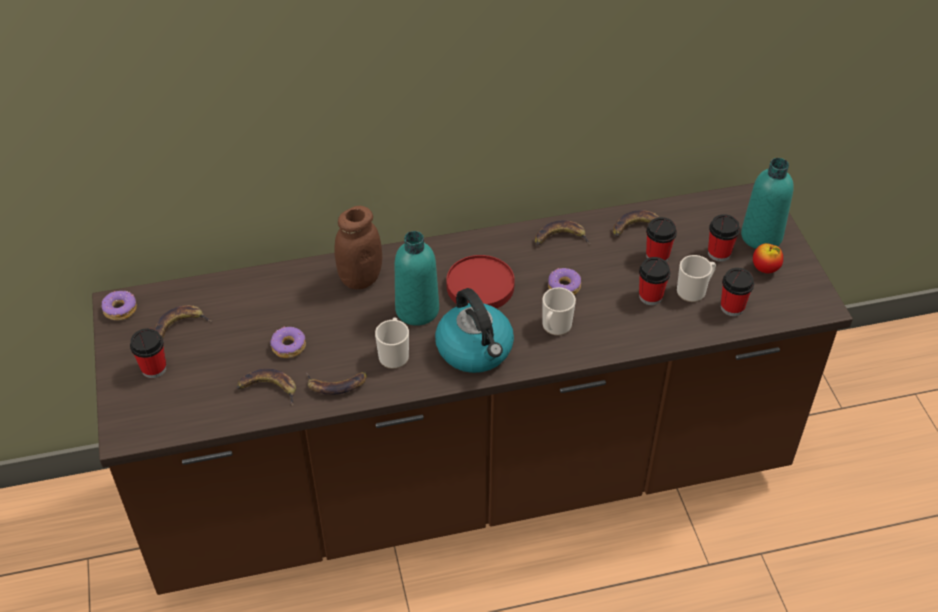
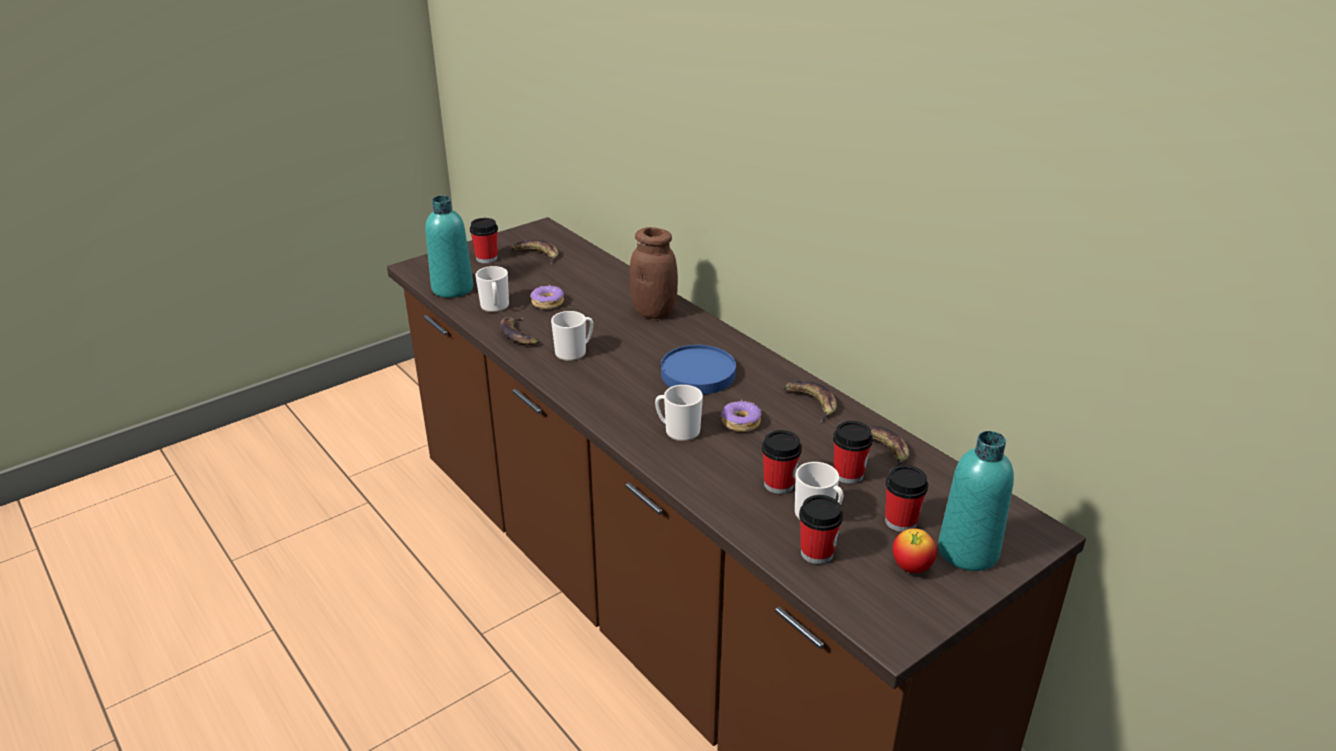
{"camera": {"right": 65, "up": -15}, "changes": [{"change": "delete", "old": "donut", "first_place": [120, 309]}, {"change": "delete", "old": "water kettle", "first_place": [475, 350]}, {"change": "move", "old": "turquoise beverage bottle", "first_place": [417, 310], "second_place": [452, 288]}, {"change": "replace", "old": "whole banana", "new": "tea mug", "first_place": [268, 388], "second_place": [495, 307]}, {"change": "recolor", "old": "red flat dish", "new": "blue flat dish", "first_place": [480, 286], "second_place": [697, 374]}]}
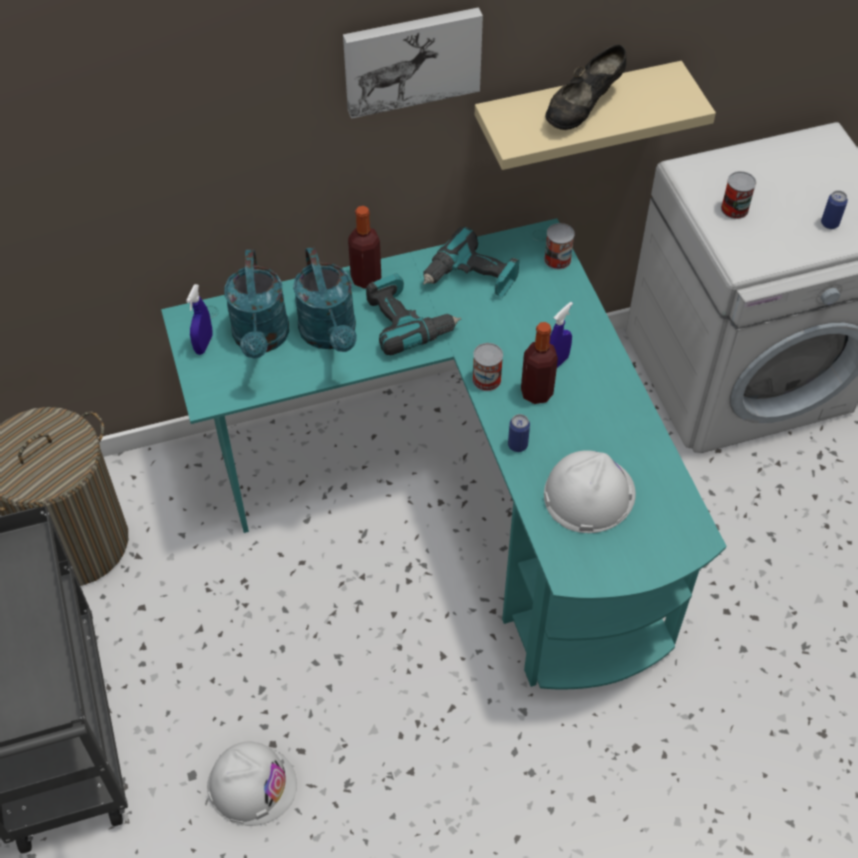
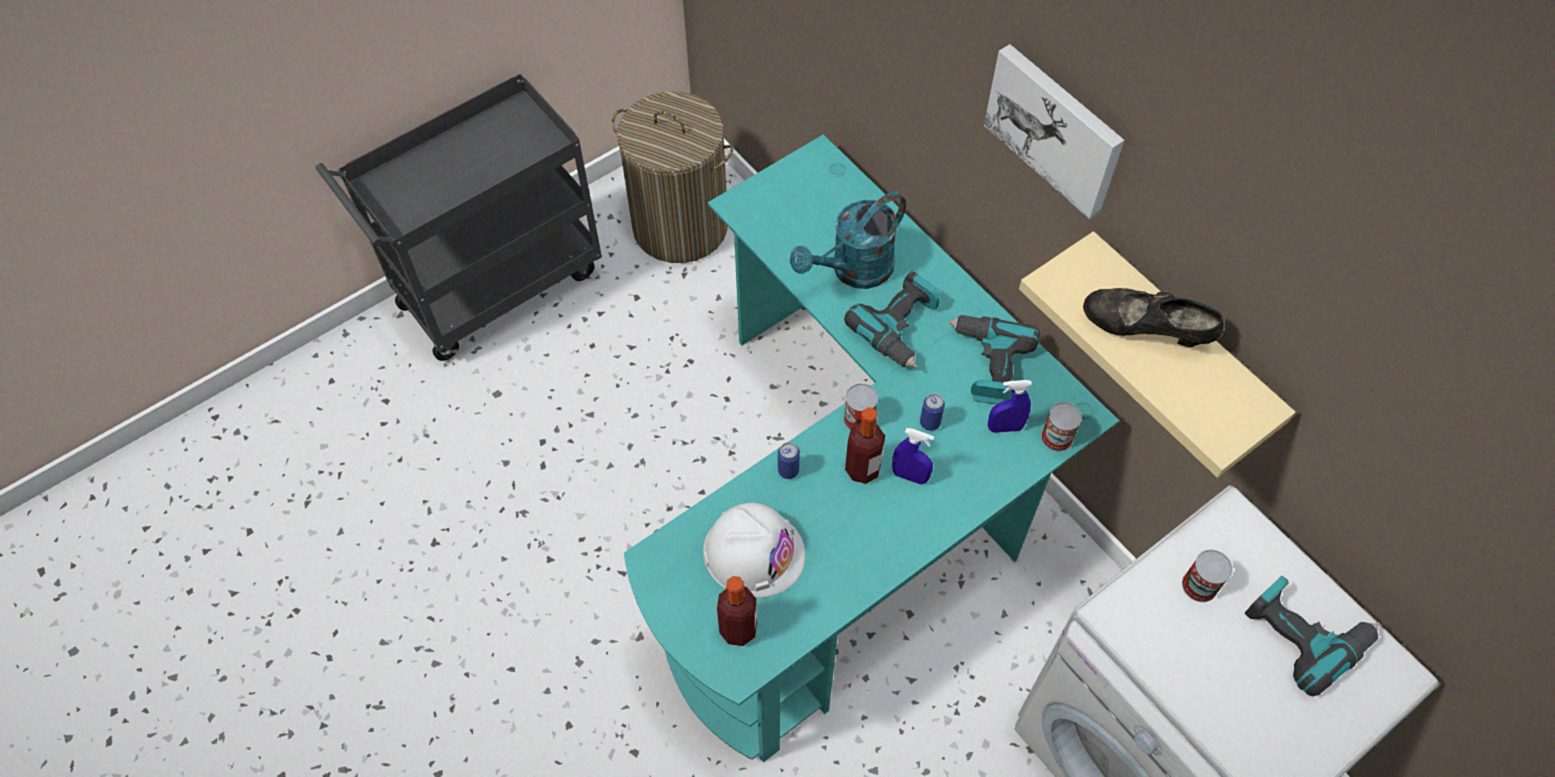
{"camera": {"right": 70, "up": 5}, "changes": [{"change": "delete", "old": "whitish work helmet", "first_place": [251, 784]}, {"change": "delete", "old": "turquoise watering can", "first_place": [261, 339]}, {"change": "insert", "new": "power drill", "second_place": [1304, 633]}, {"change": "move", "old": "blue hand sprayer", "first_place": [204, 344], "second_place": [1005, 427]}, {"change": "move", "old": "beverage bottle", "first_place": [366, 278], "second_place": [738, 629]}, {"change": "move", "old": "can", "first_place": [829, 223], "second_place": [930, 423]}]}
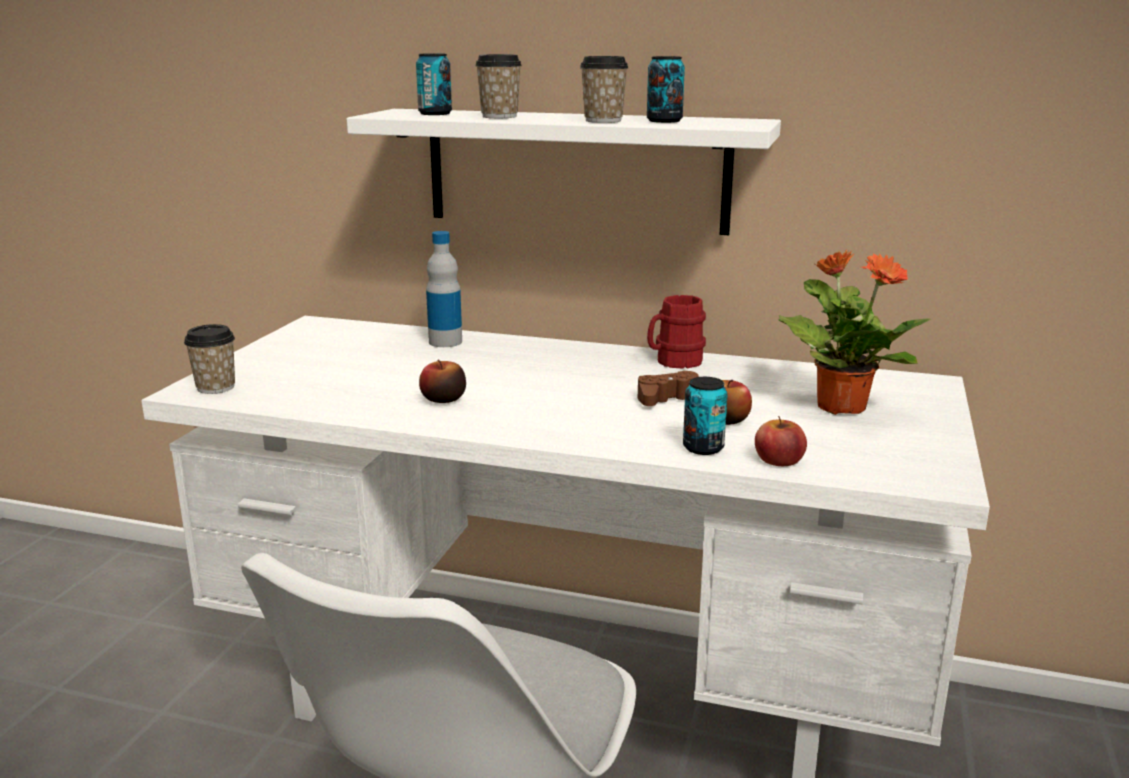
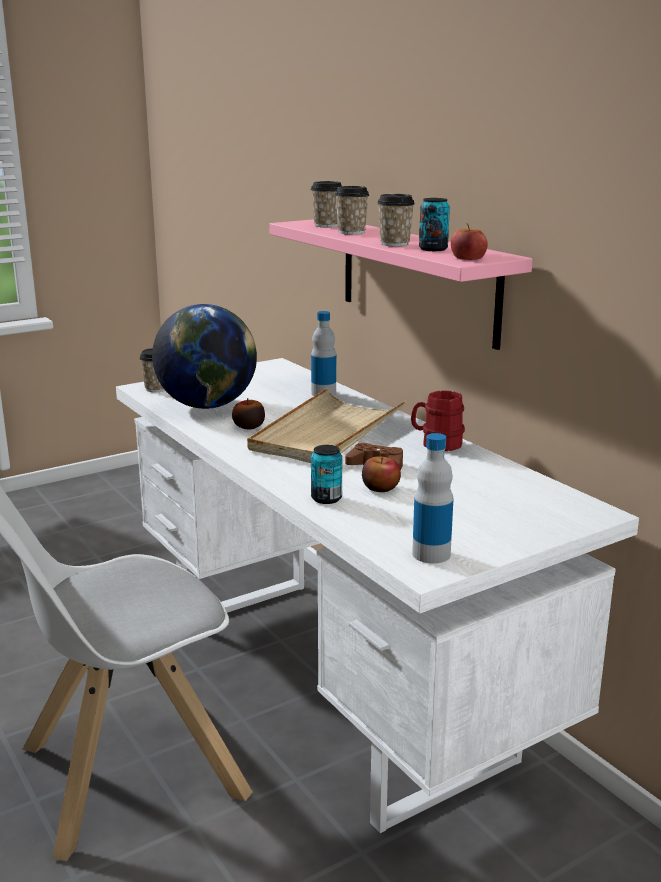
{"camera": {"right": 40, "up": 0}, "changes": [{"change": "delete", "old": "houseplant", "first_place": [840, 406]}, {"change": "insert", "new": "world globe", "second_place": [207, 406]}, {"change": "insert", "new": "beige-coloured serving tray", "second_place": [327, 432]}, {"change": "insert", "new": "beverage bottle", "second_place": [431, 554]}, {"change": "move", "old": "whole apple", "first_place": [779, 459], "second_place": [468, 258]}, {"change": "replace", "old": "can", "new": "cup", "first_place": [435, 113], "second_place": [327, 225]}, {"change": "recolor", "old": "whitish bracket shelf", "new": "pink-coloured bracket shelf", "first_place": [576, 170], "second_place": [417, 279]}]}
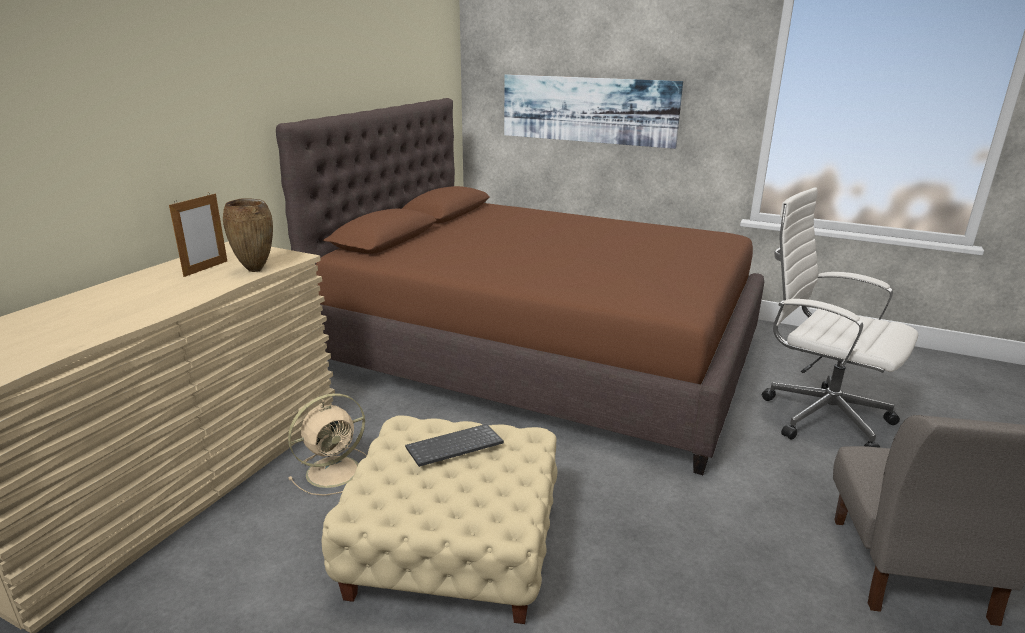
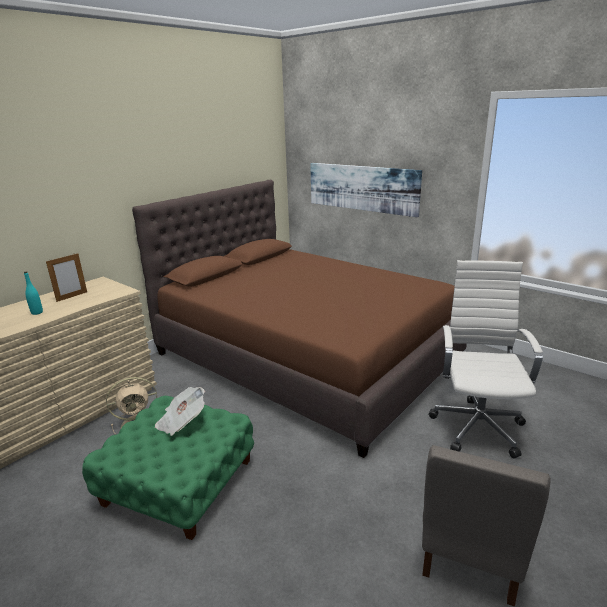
{"camera": {"right": 15, "up": 0}, "changes": [{"change": "delete", "old": "brownish decorative vase", "first_place": [256, 270]}, {"change": "insert", "new": "turquoise beverage bottle", "second_place": [37, 312]}, {"change": "replace", "old": "PC keyboard", "new": "daily paper", "first_place": [454, 448], "second_place": [182, 422]}, {"change": "recolor", "old": "beige-coloured footrest", "new": "greenish footrest", "first_place": [453, 546], "second_place": [179, 482]}, {"change": "rotate", "old": "whitish computer chair", "first_place": [819, 416], "second_place": [477, 425], "degrees": 45}]}
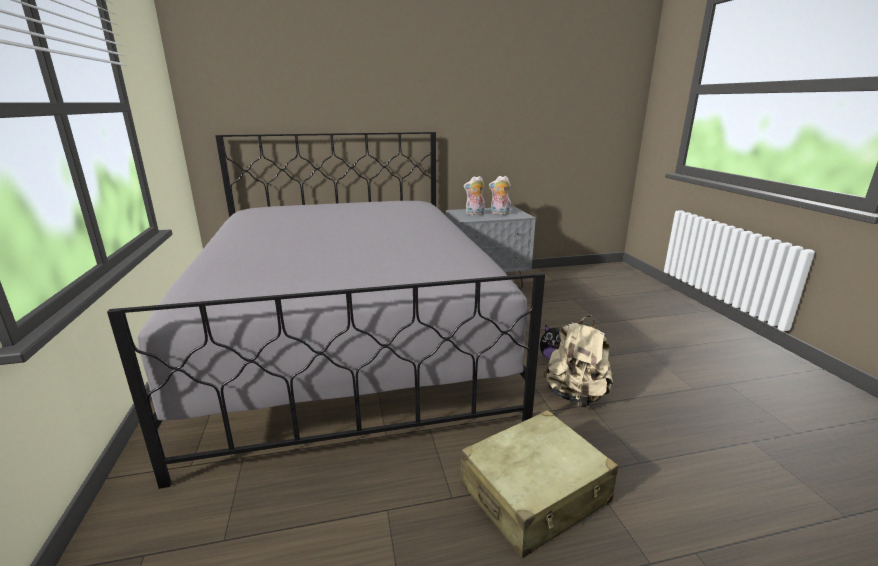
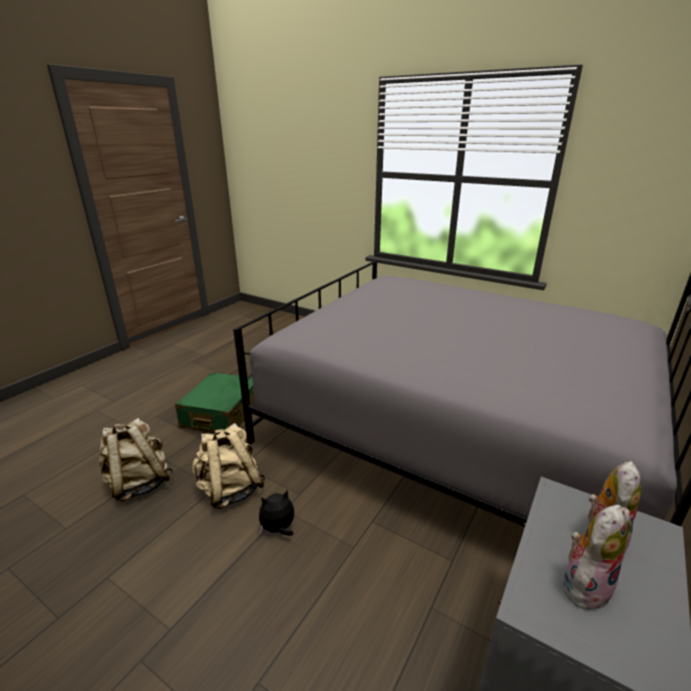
{"camera": {"right": 135, "up": 5}, "changes": [{"change": "insert", "new": "beige-coloured rucksack", "second_place": [139, 483]}, {"change": "recolor", "old": "beige-coloured suitcase", "new": "greenish suitcase", "first_place": [535, 494], "second_place": [222, 414]}]}
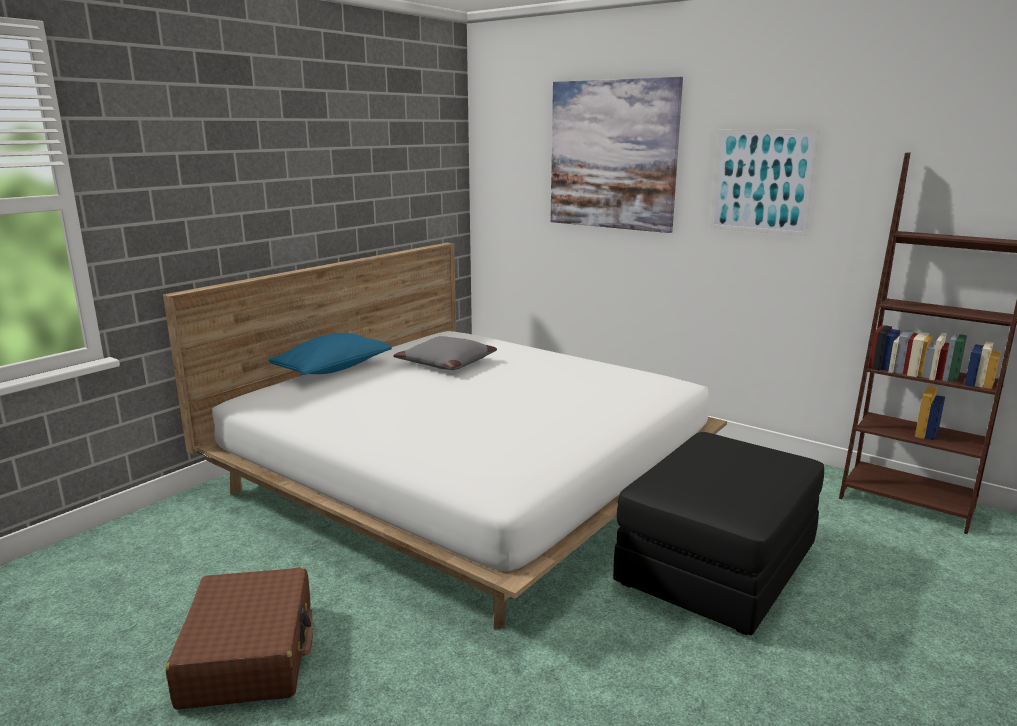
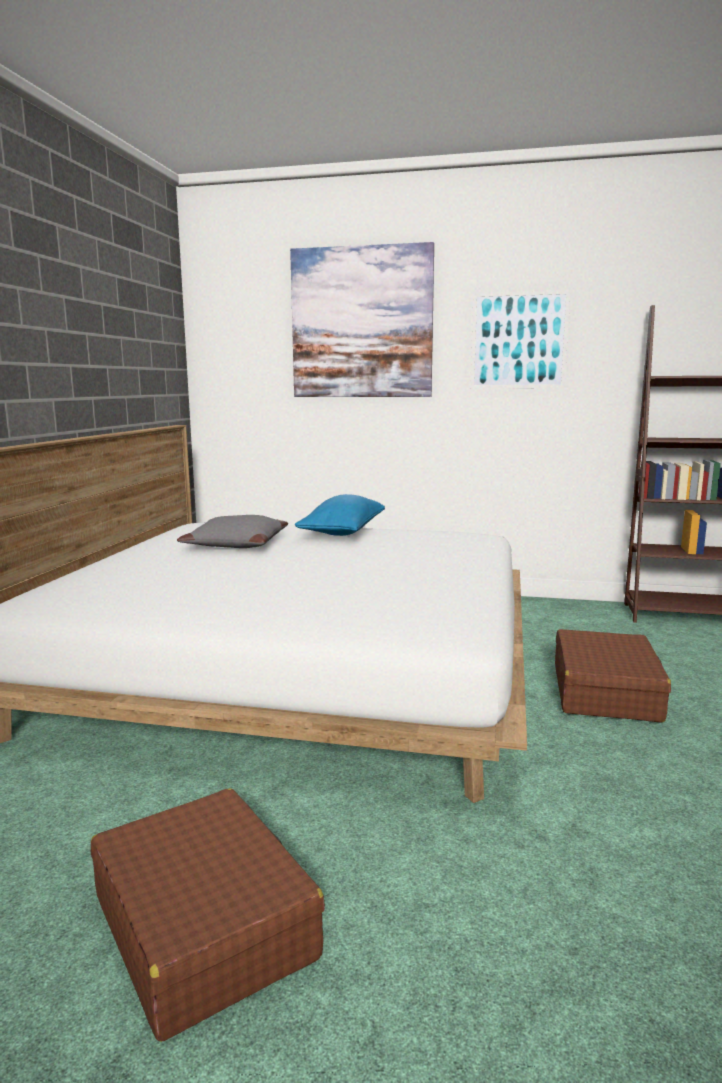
{"camera": {"right": -25, "up": -5}, "changes": [{"change": "move", "old": "blue pillow", "first_place": [333, 369], "second_place": [343, 532]}, {"change": "replace", "old": "black footrest", "new": "brownish suitcase", "first_place": [717, 565], "second_place": [605, 692]}]}
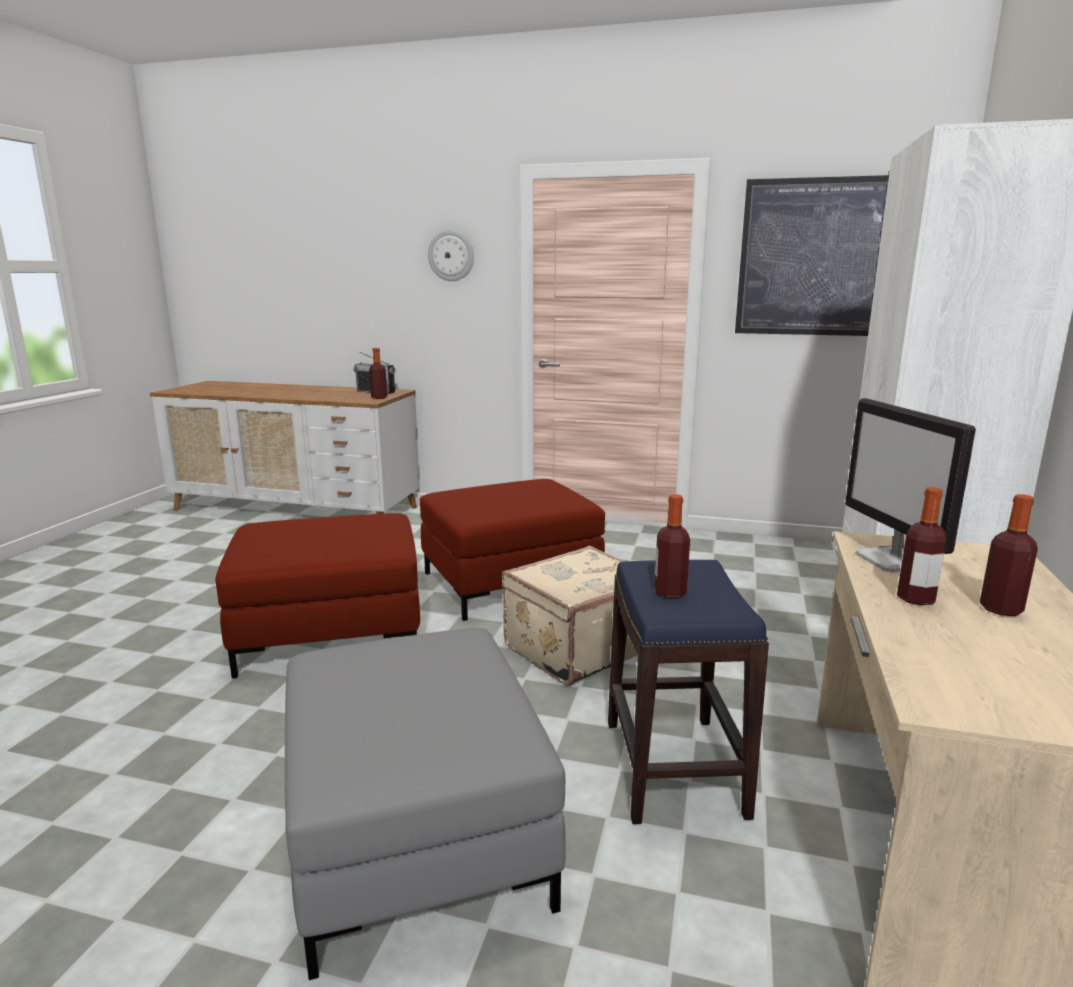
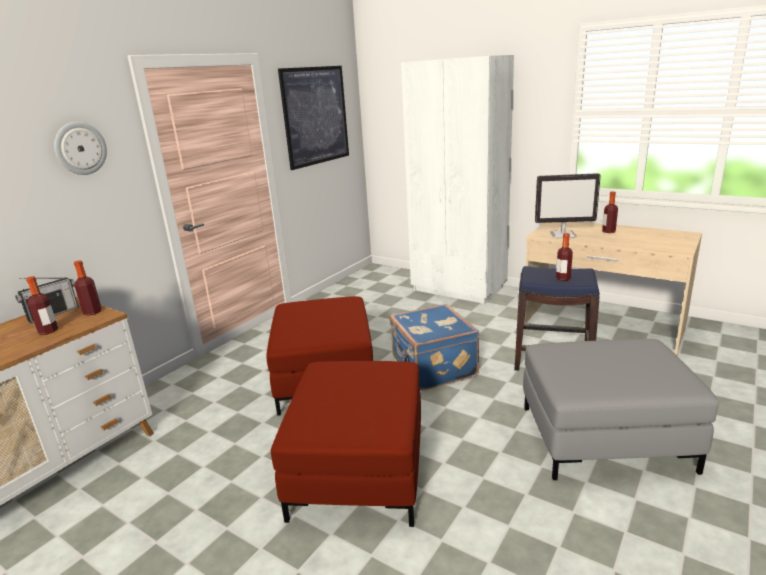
{"camera": {"right": -70, "up": 5}, "changes": [{"change": "move", "old": "beverage bottle", "first_place": [916, 599], "second_place": [48, 331]}, {"change": "recolor", "old": "beige-coloured suitcase", "new": "blue suitcase", "first_place": [576, 648], "second_place": [432, 368]}]}
